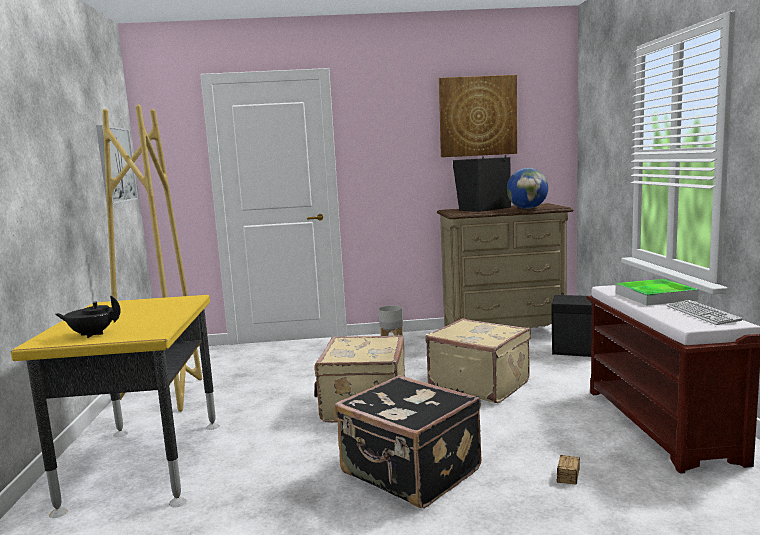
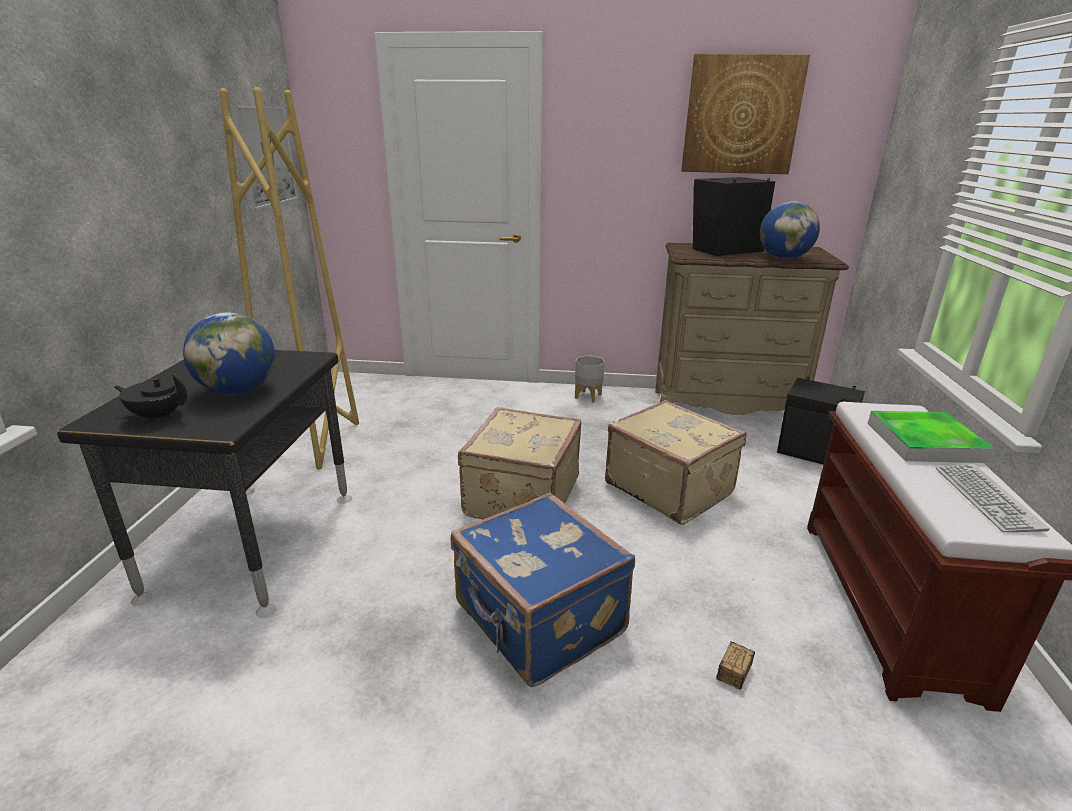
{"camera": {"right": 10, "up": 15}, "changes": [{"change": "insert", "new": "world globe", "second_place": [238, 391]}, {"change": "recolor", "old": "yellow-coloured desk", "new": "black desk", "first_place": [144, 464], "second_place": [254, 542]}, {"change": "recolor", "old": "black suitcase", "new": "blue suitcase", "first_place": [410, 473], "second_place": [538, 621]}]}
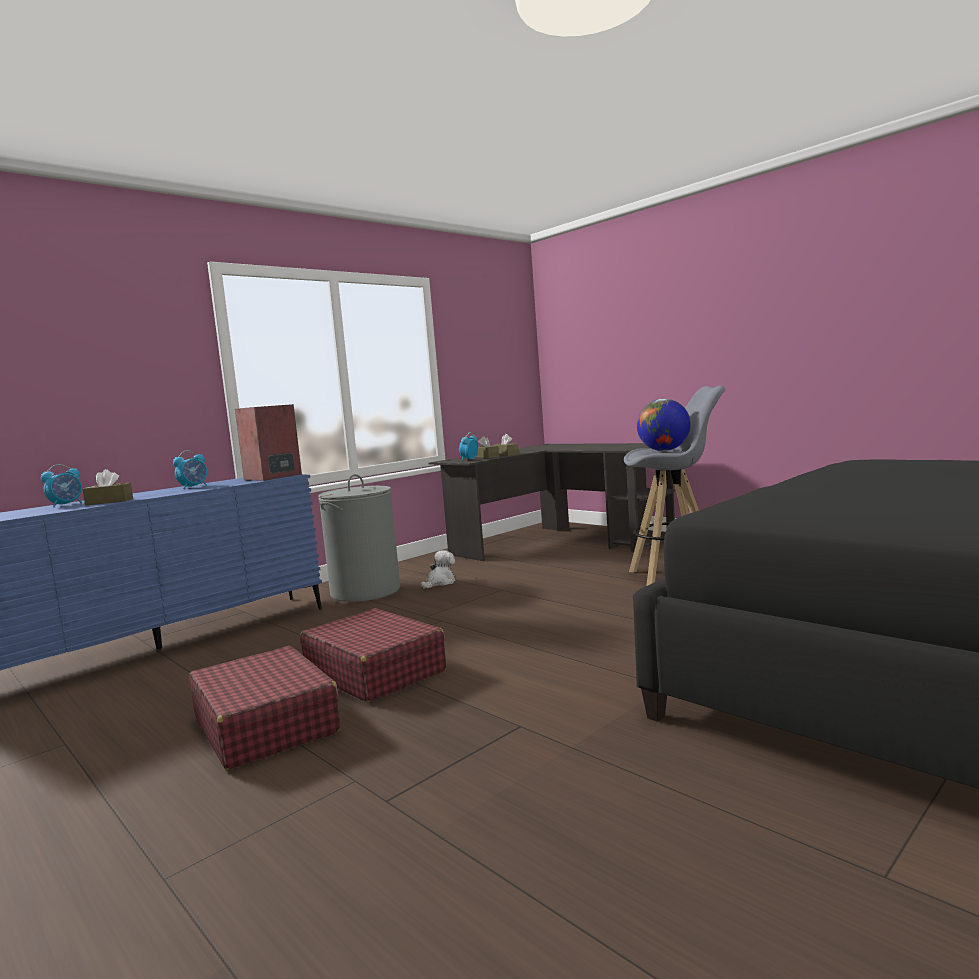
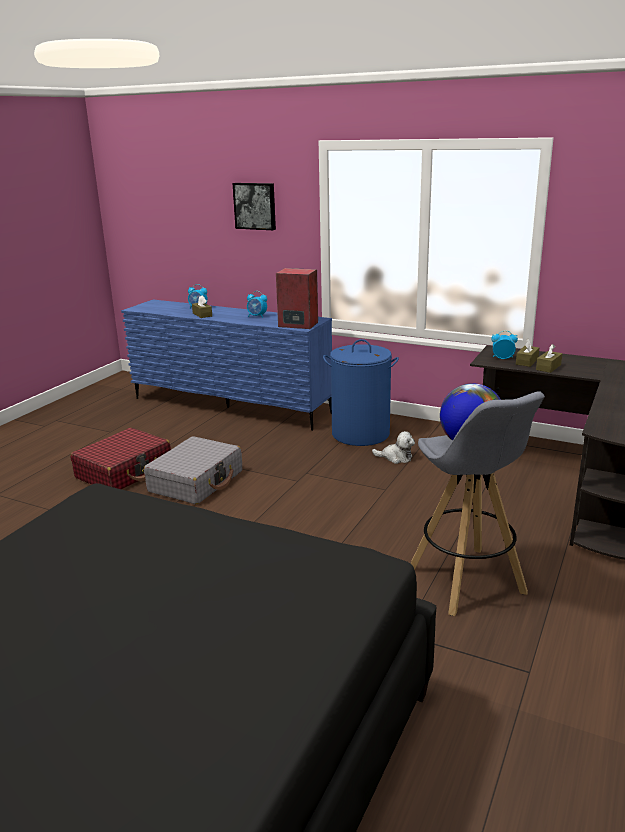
{"camera": {"right": 70, "up": 15}, "changes": [{"change": "insert", "new": "picture", "second_place": [255, 206]}, {"change": "recolor", "old": "red suitcase", "new": "gray suitcase", "first_place": [374, 671], "second_place": [196, 481]}, {"change": "recolor", "old": "gray washing basket", "new": "blue washing basket", "first_place": [365, 591], "second_place": [360, 434]}]}
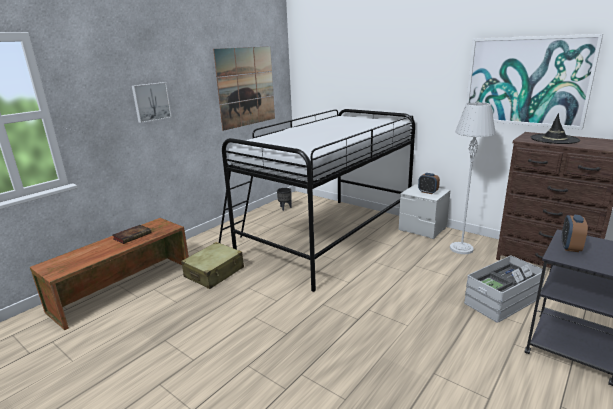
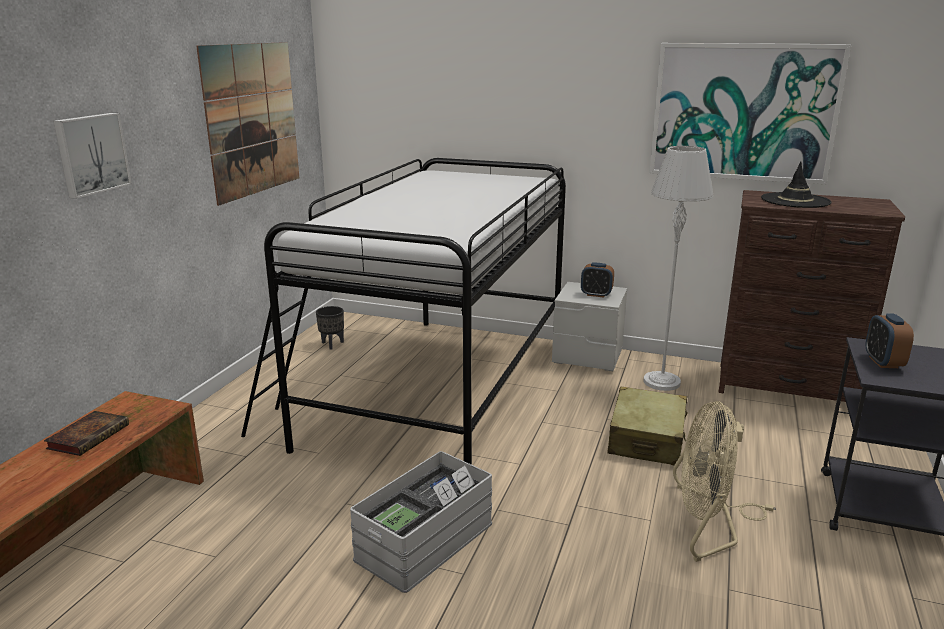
{"camera": {"right": -20, "up": 0}, "changes": [{"change": "insert", "new": "beige-coloured fan", "second_place": [711, 520]}, {"change": "move", "old": "beige-coloured suitcase", "first_place": [214, 272], "second_place": [647, 439]}, {"change": "move", "old": "gray storage box", "first_place": [501, 299], "second_place": [424, 540]}]}
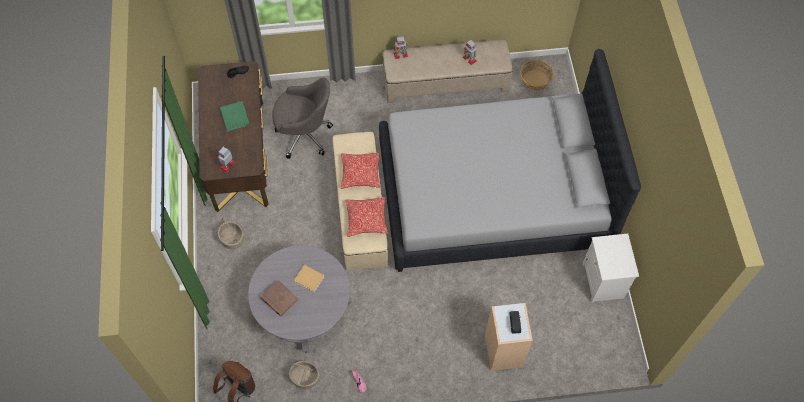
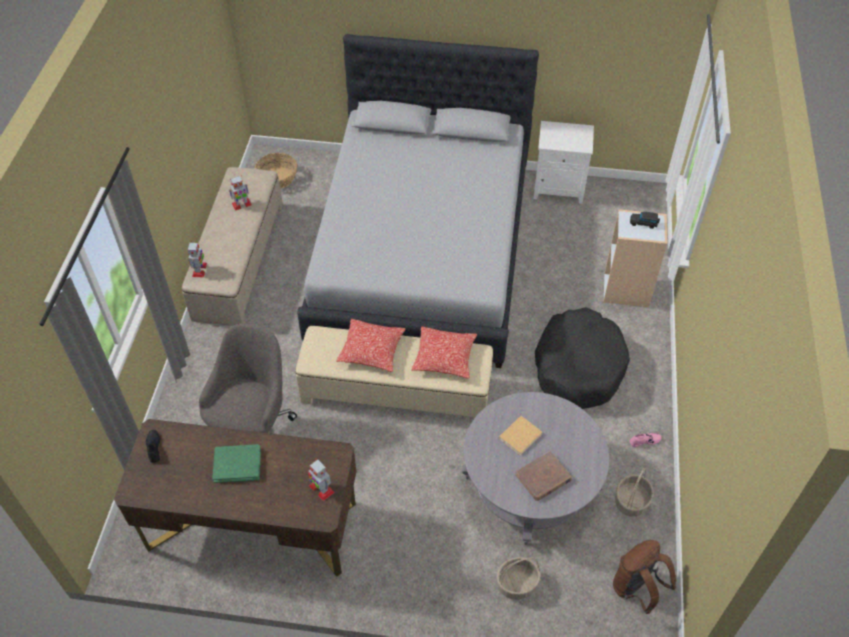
{"camera": {"right": -75, "up": -10}, "changes": [{"change": "insert", "new": "black dog bed", "second_place": [578, 367]}, {"change": "move", "old": "household basket", "first_place": [232, 239], "second_place": [516, 584]}]}
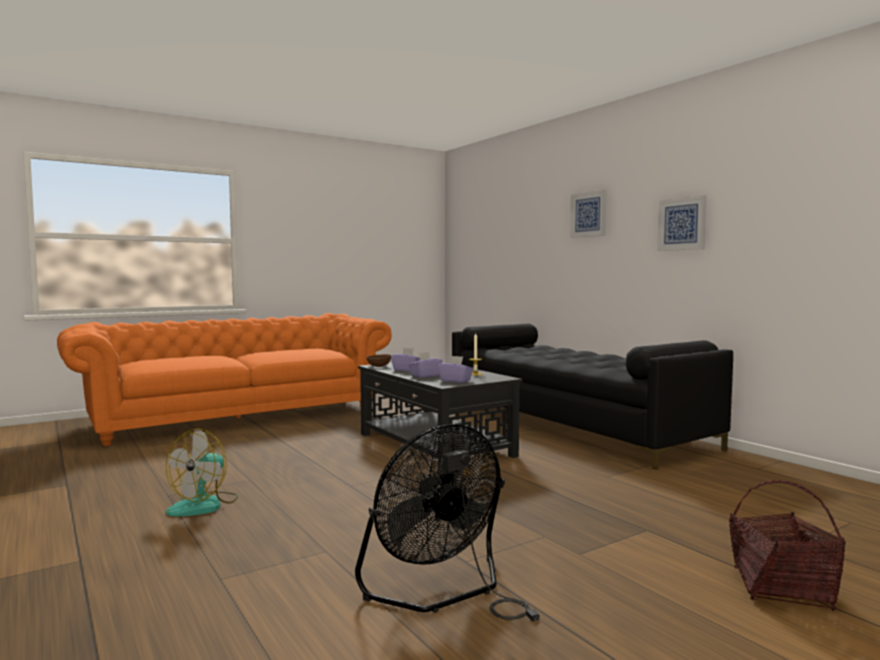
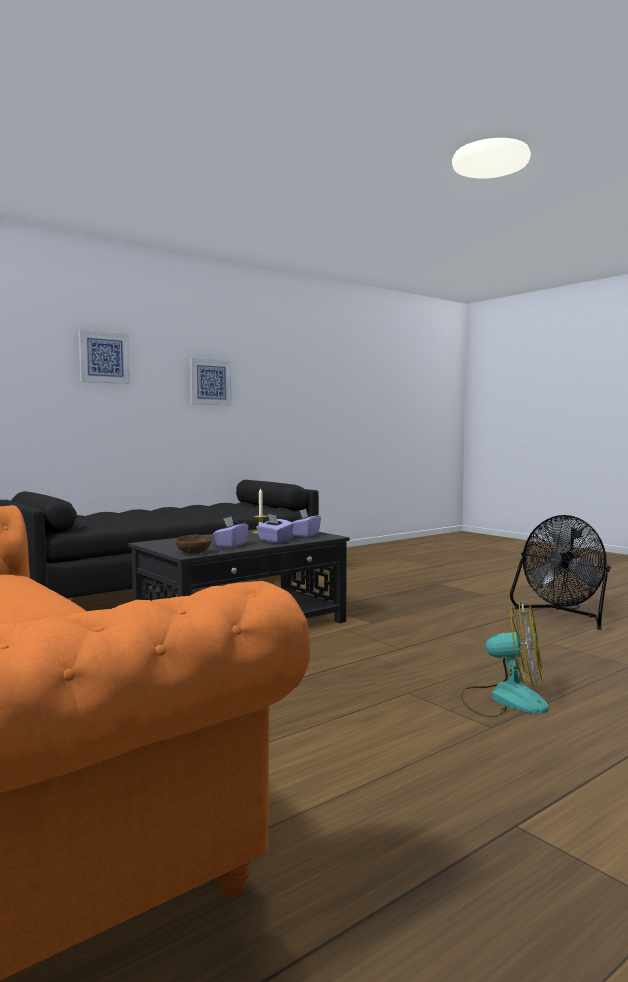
{"camera": {"right": -95, "up": 0}, "changes": [{"change": "delete", "old": "household basket", "first_place": [782, 589]}]}
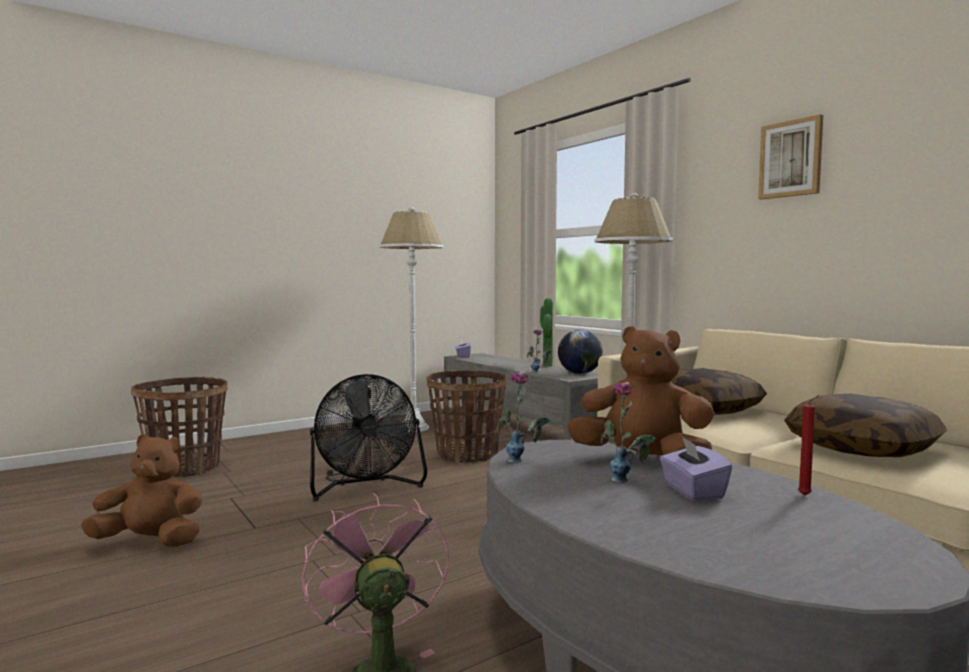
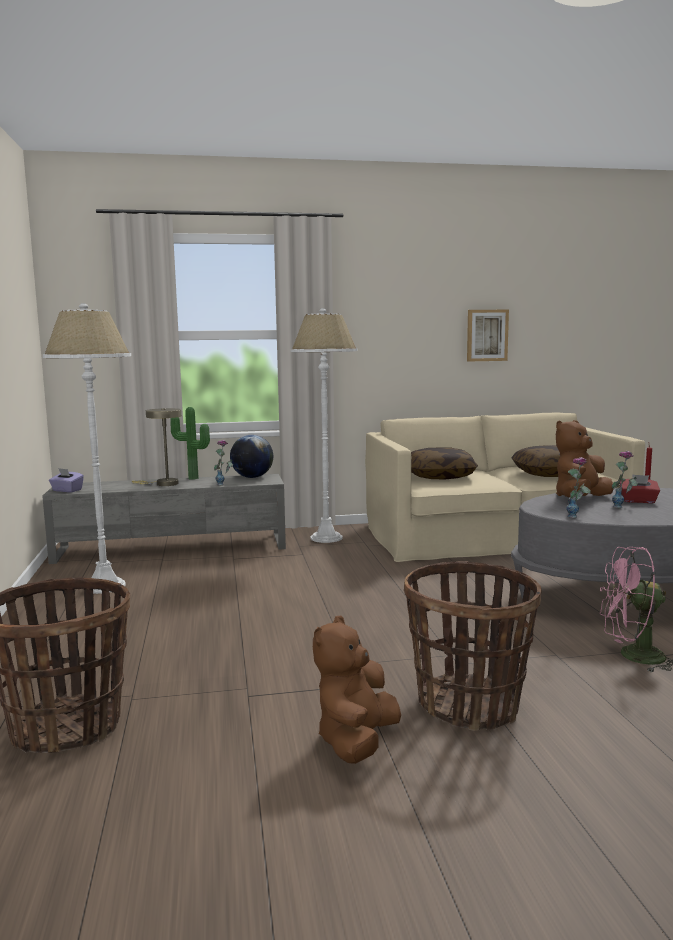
{"camera": {"right": -65, "up": 5}, "changes": [{"change": "delete", "old": "black fan", "first_place": [361, 487]}, {"change": "insert", "new": "beige-coloured lamp for a table", "second_place": [163, 484]}, {"change": "move", "old": "household basket", "first_place": [467, 455], "second_place": [469, 705]}, {"change": "move", "old": "picture", "first_place": [790, 159], "second_place": [487, 335]}, {"change": "recolor", "old": "purple-coloured tissue holder", "new": "red tissue holder", "first_place": [692, 491], "second_place": [638, 501]}]}
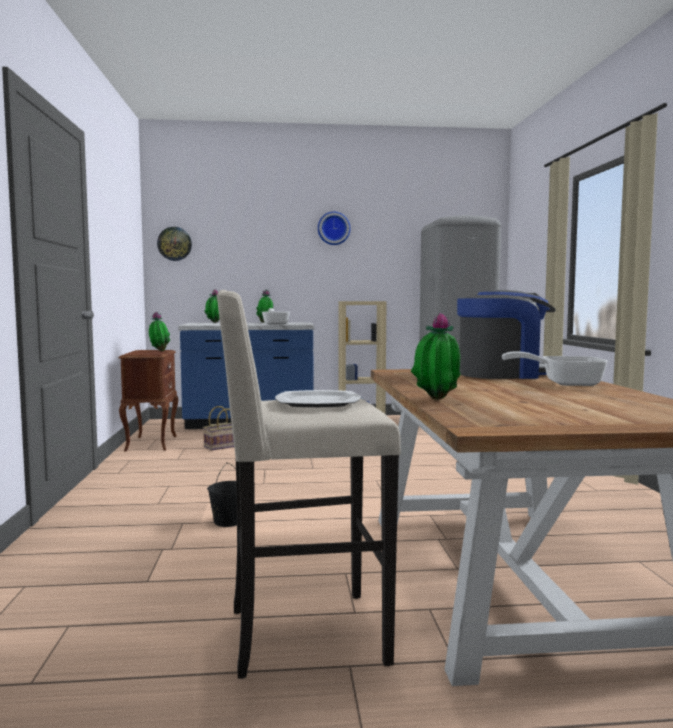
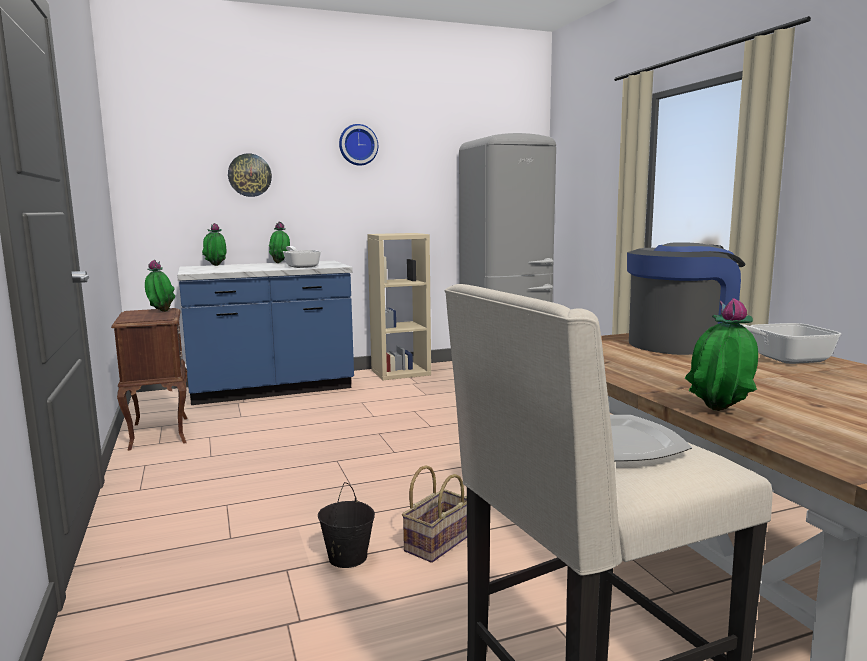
{"camera": {"right": -15, "up": 5}, "changes": [{"change": "move", "old": "clock on the wall", "first_place": [174, 244], "second_place": [249, 175]}, {"change": "move", "old": "household basket", "first_place": [223, 446], "second_place": [438, 541]}]}
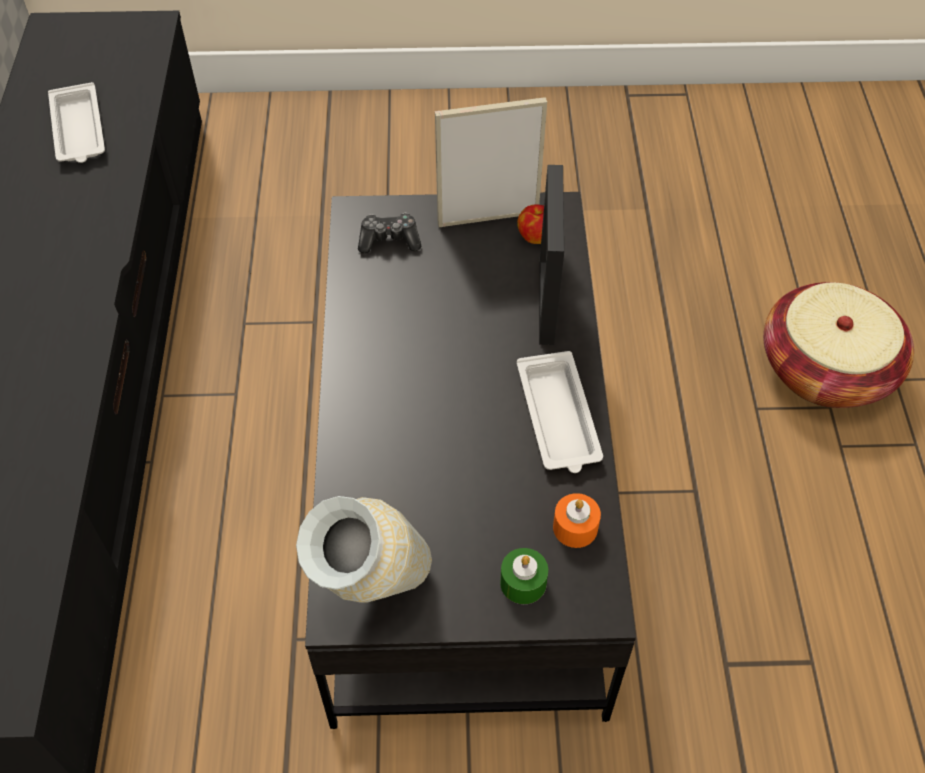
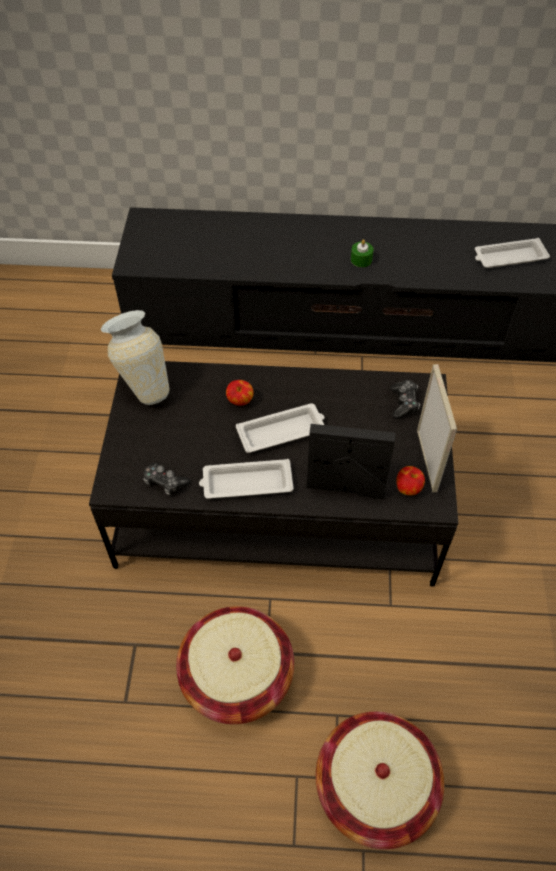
{"camera": {"right": 95, "up": 0}, "changes": [{"change": "insert", "new": "household basket", "second_place": [236, 675]}, {"change": "insert", "new": "whole apple", "second_place": [240, 401]}, {"change": "insert", "new": "whitish serving tray", "second_place": [282, 431]}, {"change": "move", "old": "greenish candle", "first_place": [523, 582], "second_place": [361, 260]}, {"change": "replace", "old": "orangey candle", "new": "gamepad", "first_place": [575, 527], "second_place": [165, 482]}]}
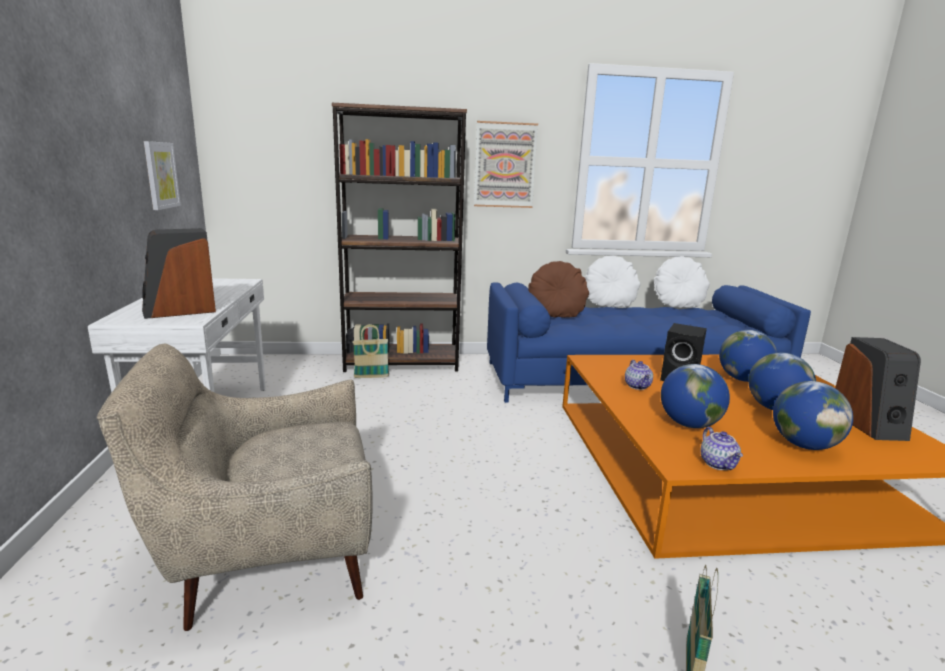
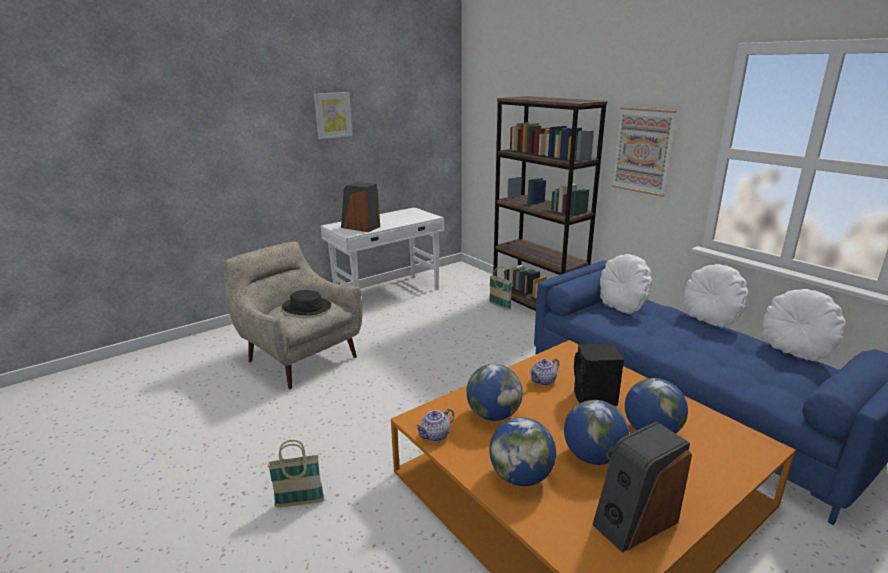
{"camera": {"right": 60, "up": 5}, "changes": [{"change": "insert", "new": "black wearable hat", "second_place": [306, 307]}, {"change": "move", "old": "picture", "first_place": [161, 175], "second_place": [333, 115]}, {"change": "recolor", "old": "brownish pillow", "new": "whitish pillow", "first_place": [556, 316], "second_place": [621, 307]}]}
